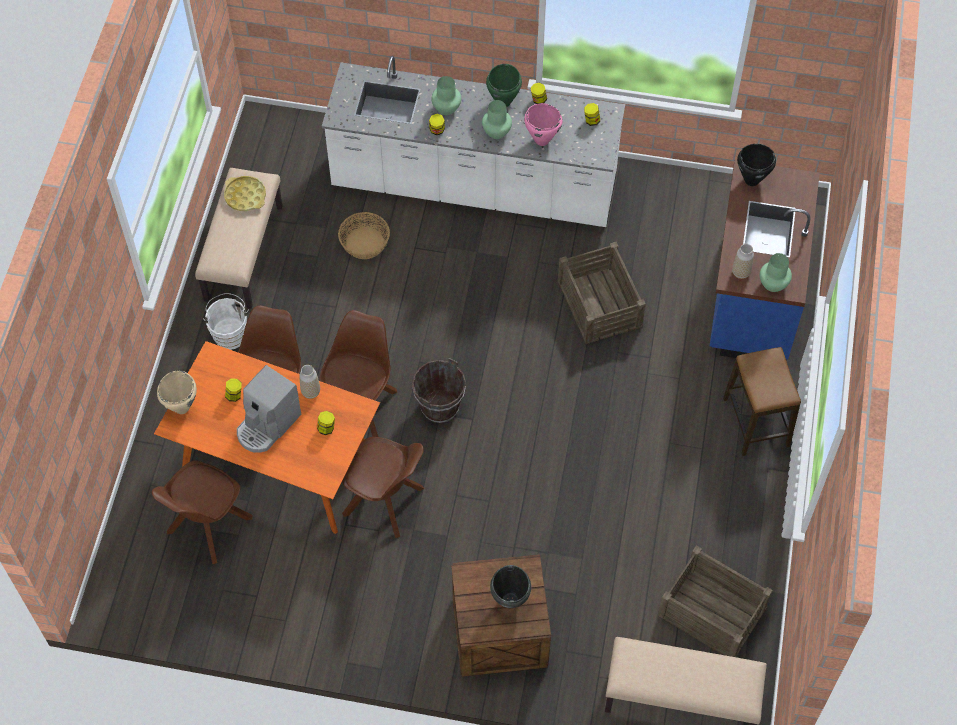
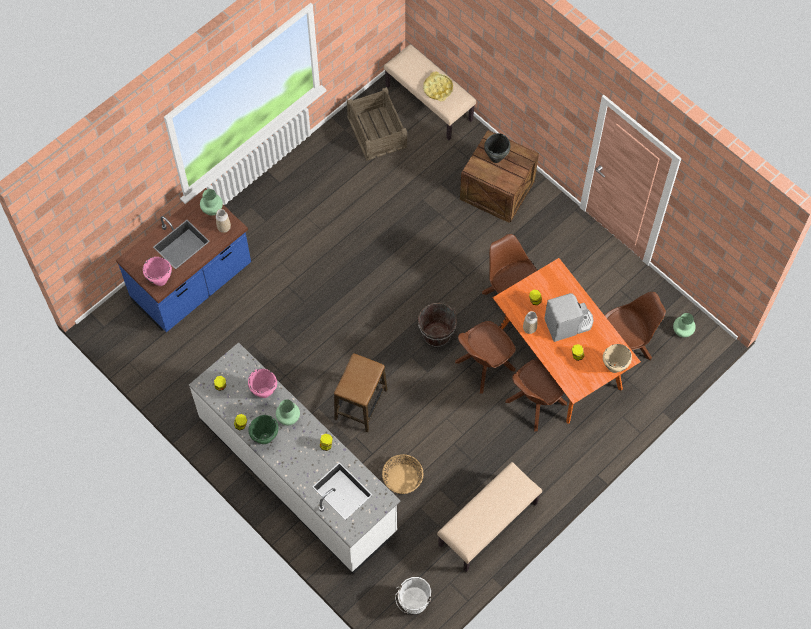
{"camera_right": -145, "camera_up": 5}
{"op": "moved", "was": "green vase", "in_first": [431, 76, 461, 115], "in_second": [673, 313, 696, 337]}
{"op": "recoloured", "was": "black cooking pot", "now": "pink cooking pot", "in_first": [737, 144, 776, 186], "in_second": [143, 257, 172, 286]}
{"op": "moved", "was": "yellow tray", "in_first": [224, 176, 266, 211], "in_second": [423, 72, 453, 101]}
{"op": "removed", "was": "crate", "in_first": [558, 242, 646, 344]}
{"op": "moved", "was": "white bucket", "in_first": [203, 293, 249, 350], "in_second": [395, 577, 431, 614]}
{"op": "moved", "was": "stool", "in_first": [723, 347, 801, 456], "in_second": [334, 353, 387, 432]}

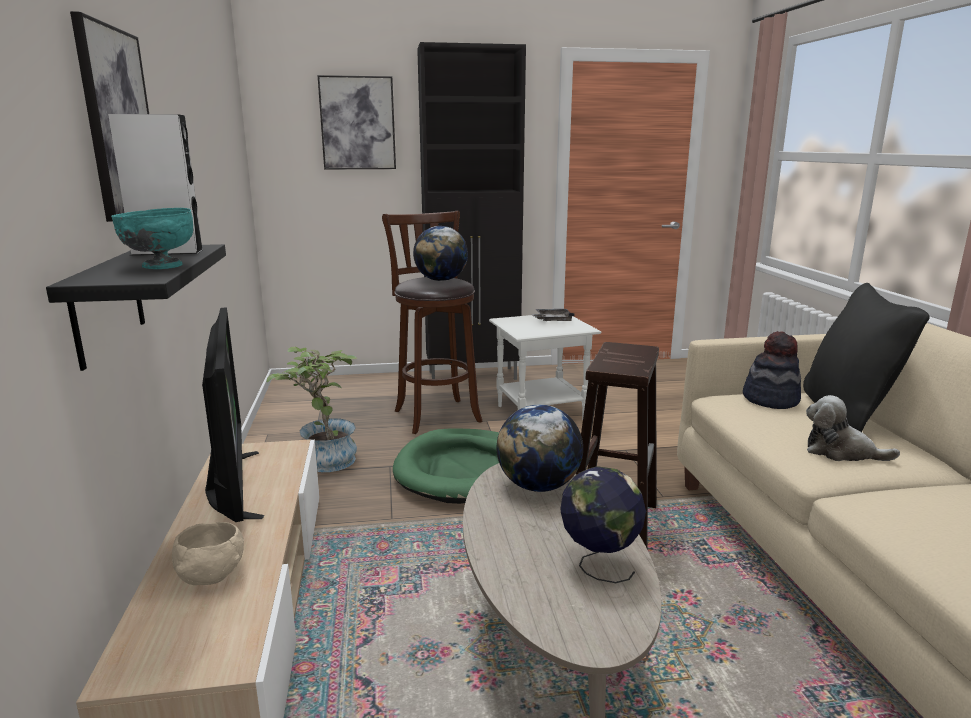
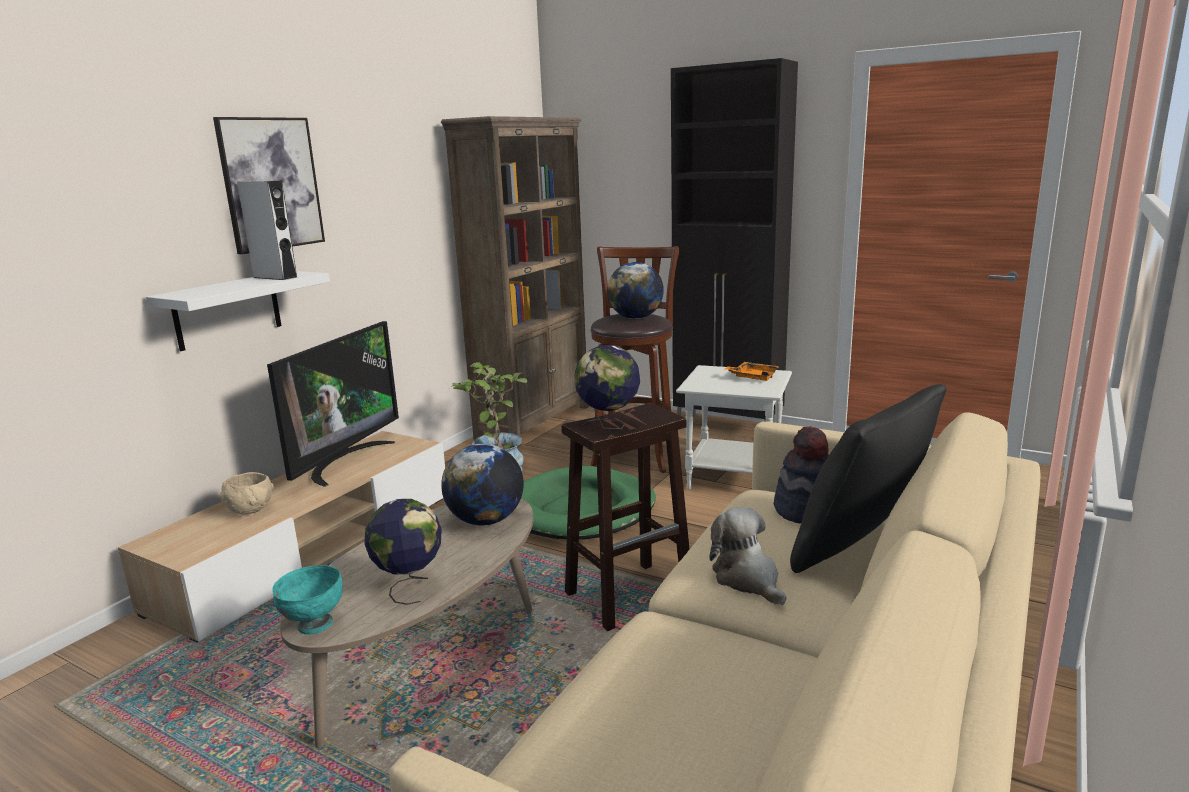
{"camera_right": 40, "camera_up": 0}
{"op": "removed", "was": "picture", "in_first": [317, 75, 396, 170]}
{"op": "moved", "was": "turquoise bowl", "in_first": [111, 208, 193, 269], "in_second": [272, 565, 343, 635]}
{"op": "recoloured", "was": "black shelf", "now": "white shelf", "in_first": [46, 244, 226, 371], "in_second": [146, 271, 330, 351]}
{"op": "recoloured", "was": "grey tray", "now": "orange tray", "in_first": [531, 309, 574, 321], "in_second": [725, 362, 780, 381]}
{"op": "added", "now": "brown bookcase", "in_second": [441, 116, 589, 448]}
{"op": "added", "now": "globe", "in_second": [574, 345, 640, 429]}

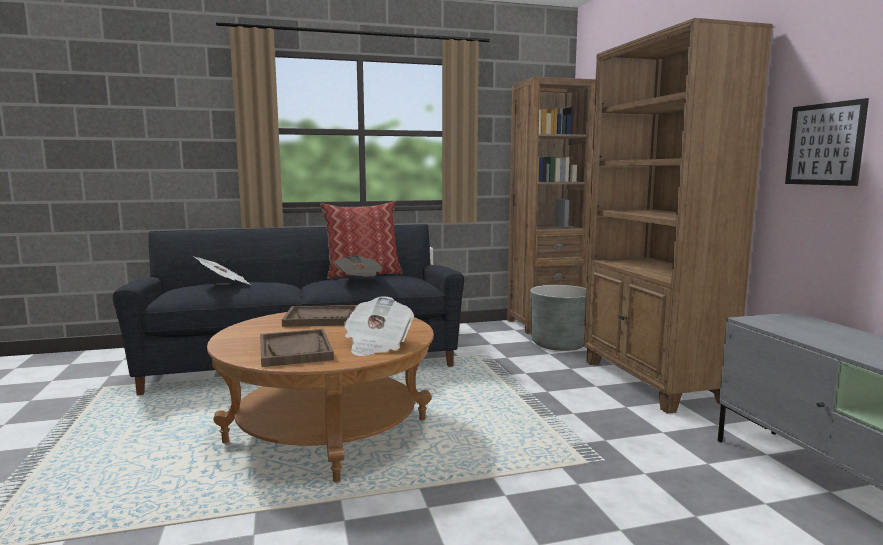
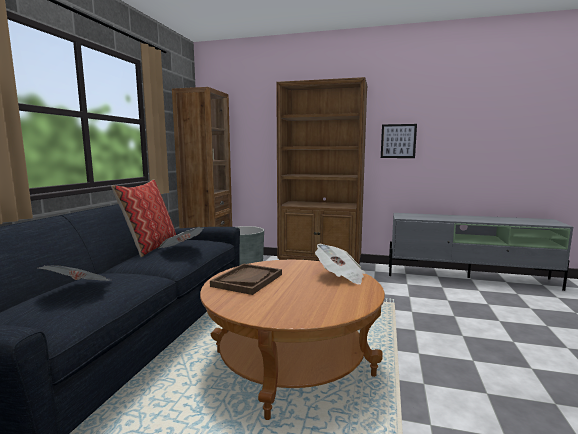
{"camera_right": -60, "camera_up": 0}
{"op": "removed", "was": "brown tray", "in_first": [260, 329, 334, 367]}

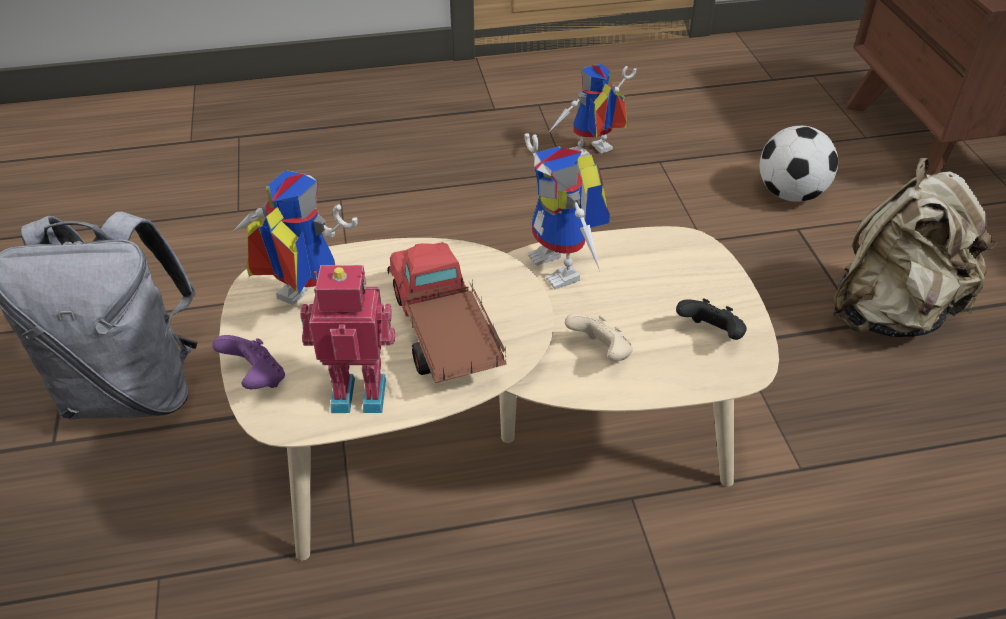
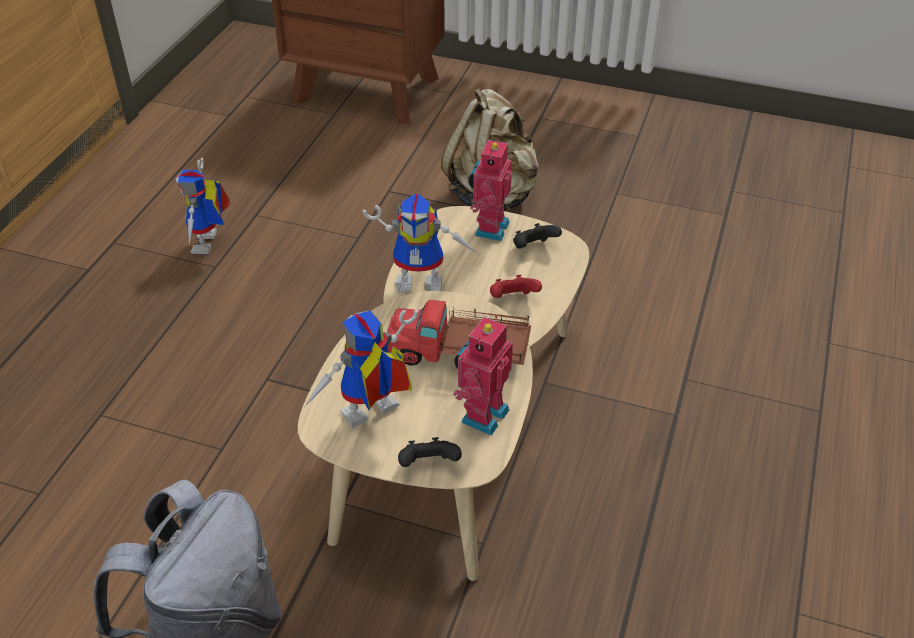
{"camera_right": -60, "camera_up": 0}
{"op": "removed", "was": "football", "in_first": [759, 126, 838, 202]}
{"op": "recoloured", "was": "beige game controller", "now": "red game controller", "in_first": [565, 313, 633, 361], "in_second": [490, 275, 542, 298]}
{"op": "recoloured", "was": "purple game controller", "now": "black game controller", "in_first": [212, 335, 285, 389], "in_second": [398, 437, 462, 467]}
{"op": "added", "now": "toy robot", "in_second": [468, 137, 512, 241]}

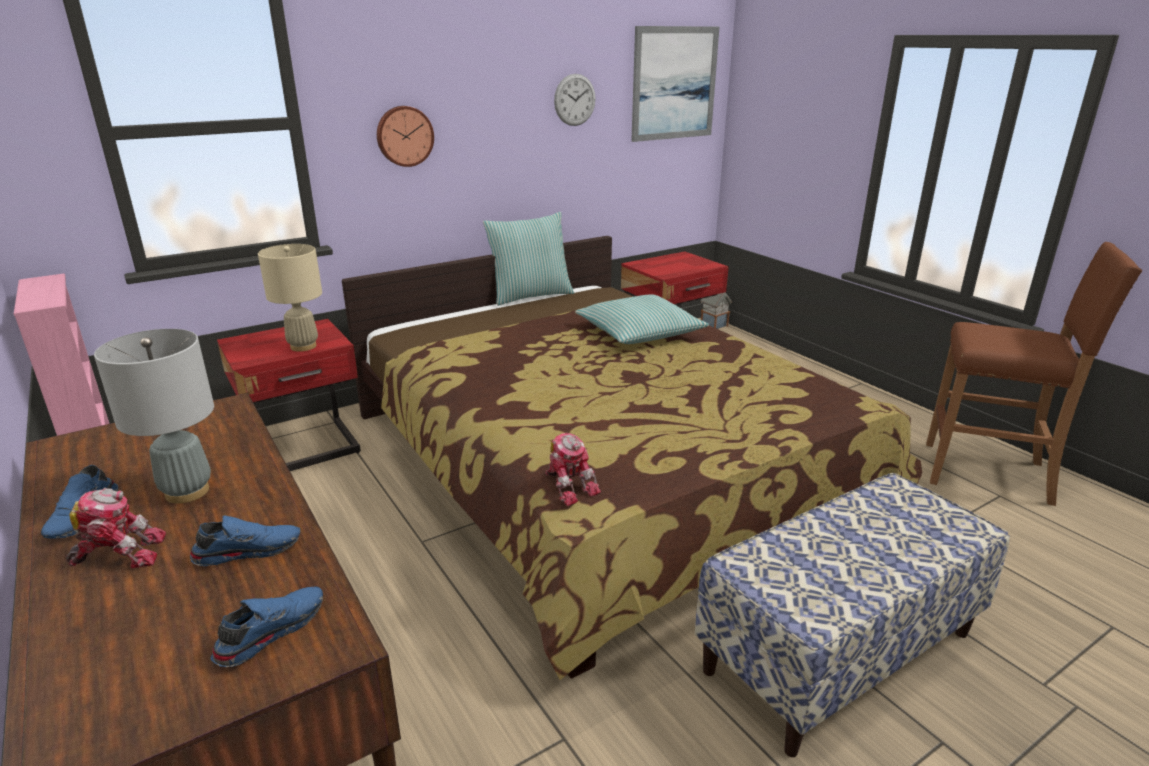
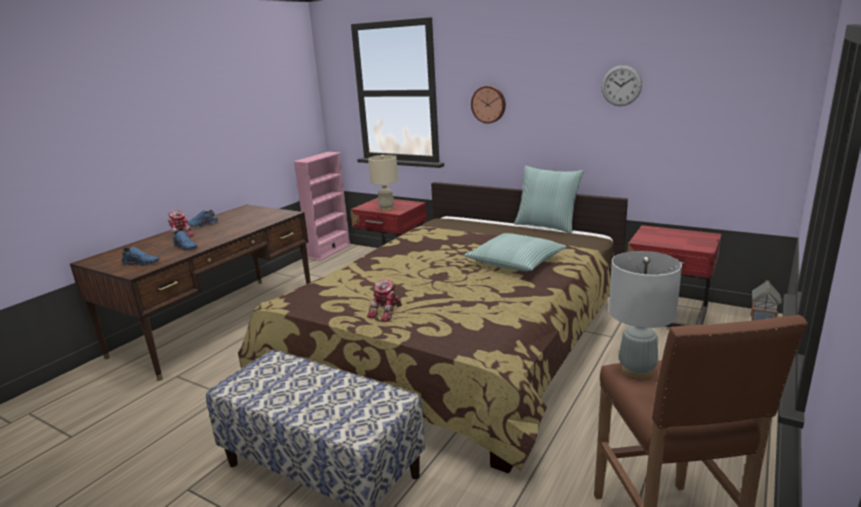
{"camera_right": 65, "camera_up": -5}
{"op": "removed", "was": "picture", "in_first": [631, 26, 719, 142]}
{"op": "moved", "was": "grey table lamp", "in_first": [94, 329, 214, 504], "in_second": [609, 251, 682, 379]}
{"op": "moved", "was": "toy robot", "in_first": [545, 433, 601, 506], "in_second": [367, 279, 402, 322]}

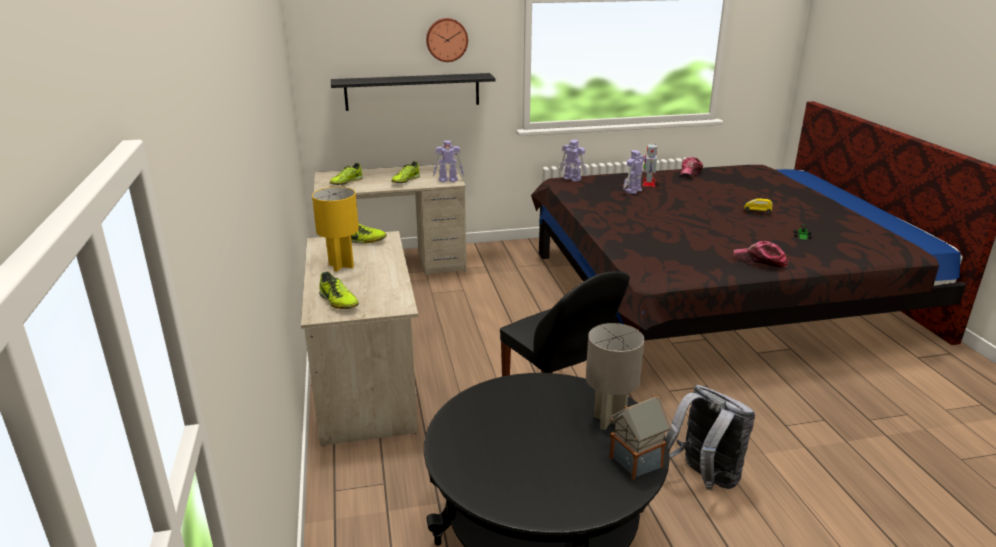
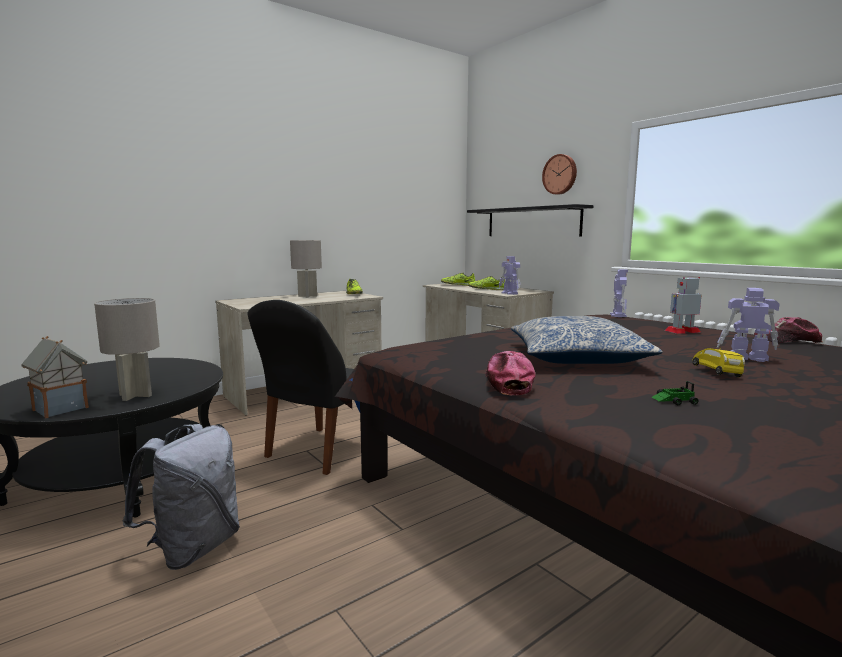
{"camera_right": 65, "camera_up": -15}
{"op": "moved", "was": "toy robot", "in_first": [623, 150, 644, 194], "in_second": [717, 288, 779, 362]}
{"op": "recoloured", "was": "yellow table lamp", "now": "grey table lamp", "in_first": [312, 187, 359, 272], "in_second": [290, 240, 322, 298]}
{"op": "removed", "was": "shoe", "in_first": [319, 271, 359, 309]}
{"op": "added", "now": "pillow", "in_second": [511, 316, 663, 364]}

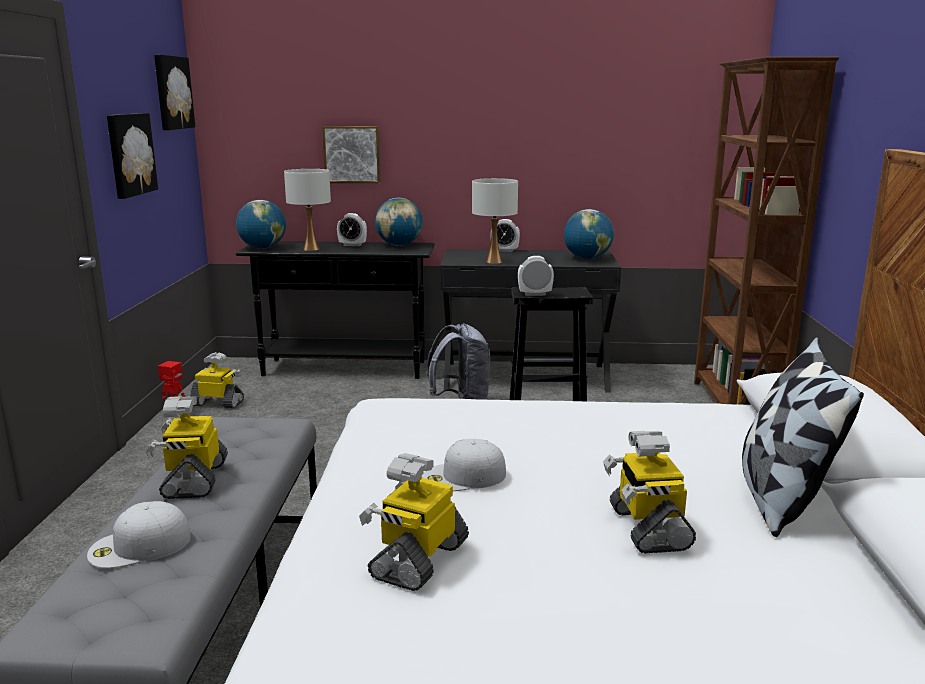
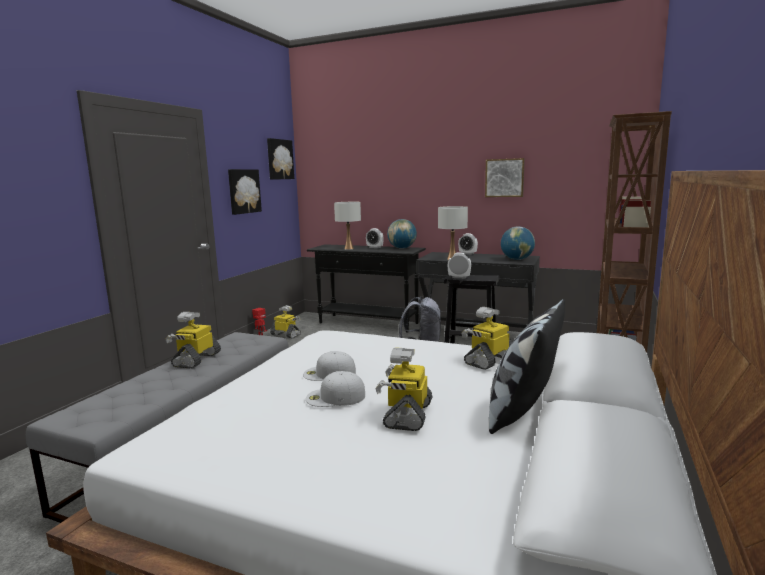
{"camera_right": 20, "camera_up": -5}
{"op": "moved", "was": "picture", "in_first": [322, 126, 381, 183], "in_second": [485, 158, 525, 197]}
{"op": "removed", "was": "globe", "in_first": [236, 200, 286, 249]}
{"op": "moved", "was": "toy robot", "in_first": [359, 453, 469, 591], "in_second": [462, 307, 512, 370]}
{"op": "moved", "was": "white cap", "in_first": [87, 501, 190, 568], "in_second": [306, 371, 365, 407]}

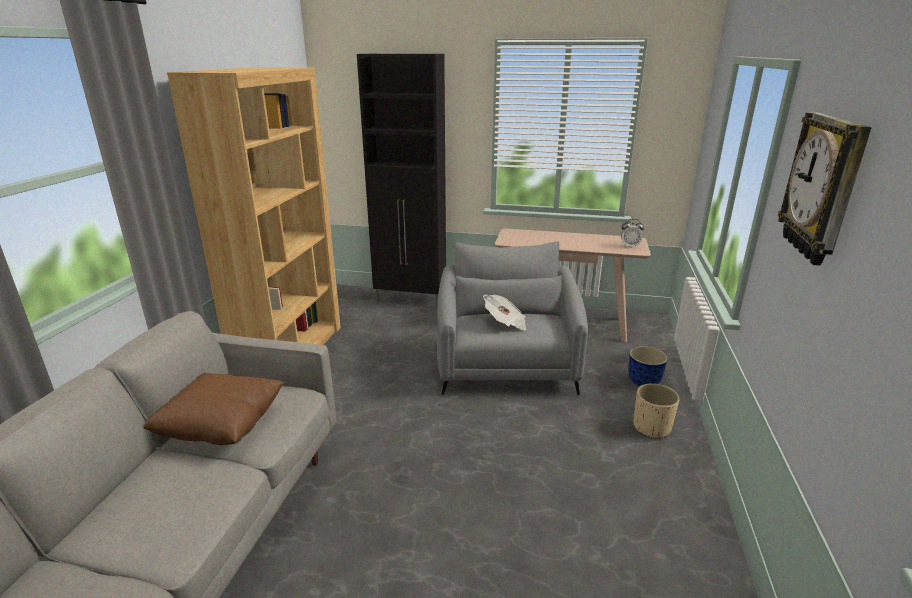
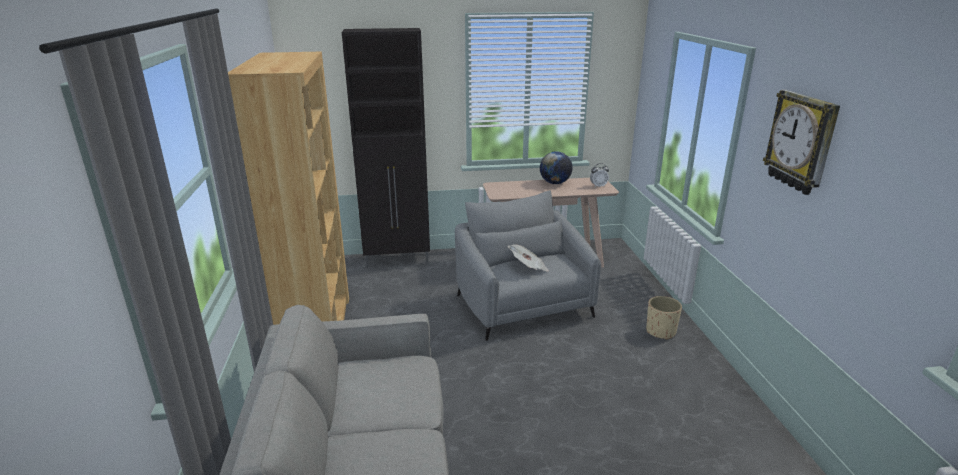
{"camera_right": -20, "camera_up": 0}
{"op": "removed", "was": "planter", "in_first": [628, 346, 668, 386]}
{"op": "removed", "was": "brown pillow", "in_first": [143, 373, 284, 445]}
{"op": "added", "now": "globe", "in_second": [540, 151, 572, 184]}

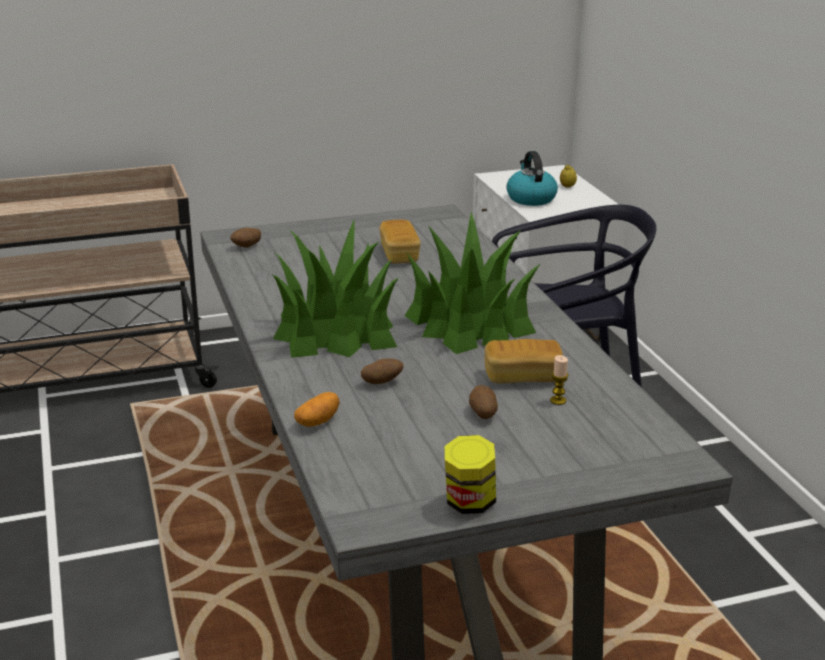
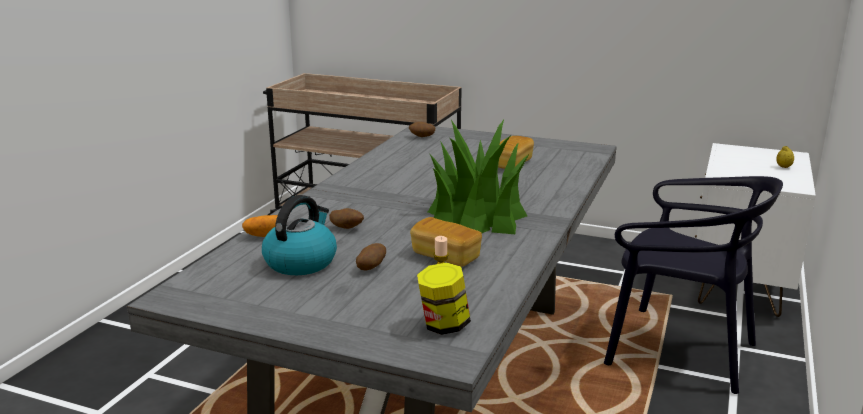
{"camera_right": 40, "camera_up": -5}
{"op": "moved", "was": "kettle", "in_first": [506, 151, 558, 206], "in_second": [262, 195, 337, 275]}
{"op": "removed", "was": "potted plant", "in_first": [272, 221, 400, 358]}
{"op": "moved", "was": "jar", "in_first": [444, 435, 496, 514], "in_second": [417, 262, 471, 335]}

